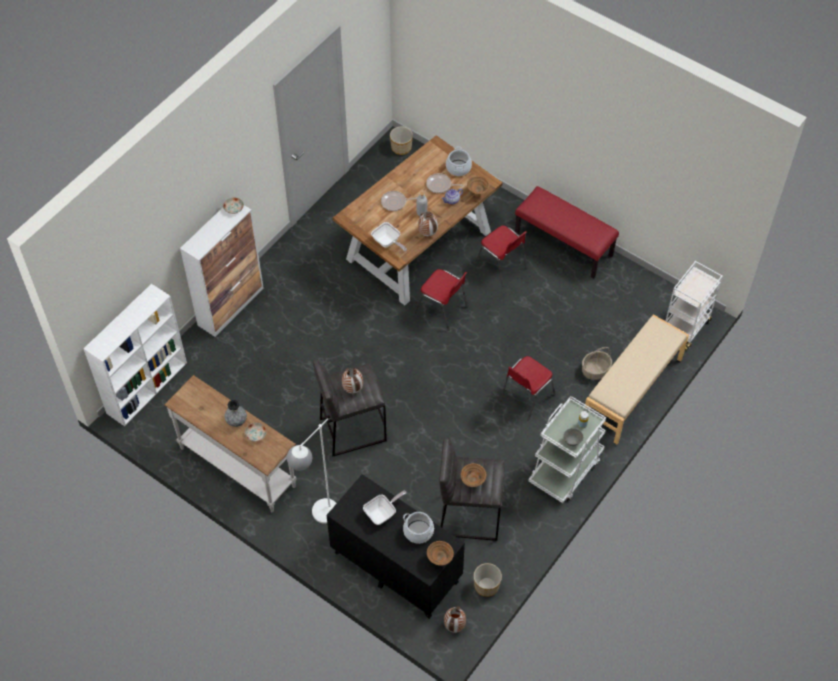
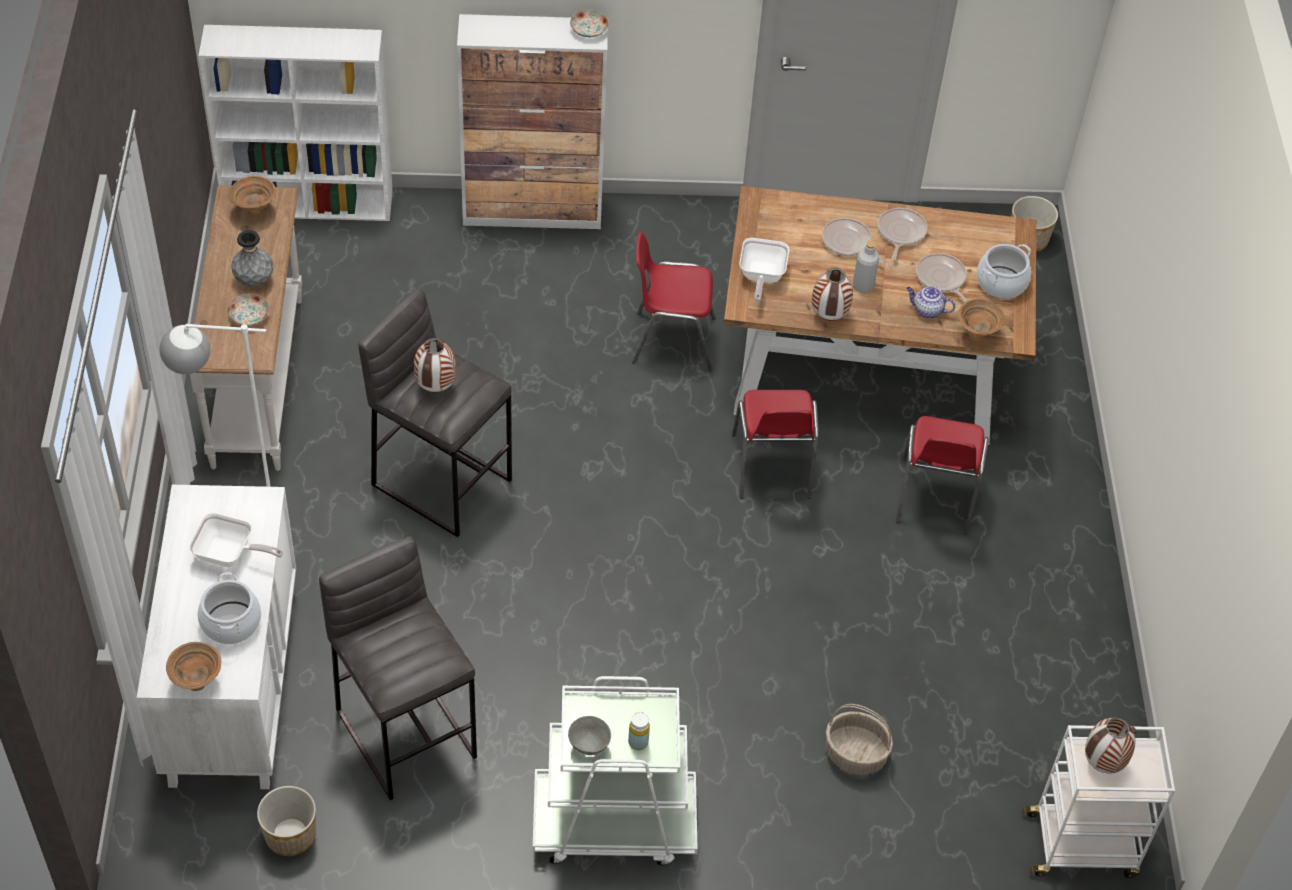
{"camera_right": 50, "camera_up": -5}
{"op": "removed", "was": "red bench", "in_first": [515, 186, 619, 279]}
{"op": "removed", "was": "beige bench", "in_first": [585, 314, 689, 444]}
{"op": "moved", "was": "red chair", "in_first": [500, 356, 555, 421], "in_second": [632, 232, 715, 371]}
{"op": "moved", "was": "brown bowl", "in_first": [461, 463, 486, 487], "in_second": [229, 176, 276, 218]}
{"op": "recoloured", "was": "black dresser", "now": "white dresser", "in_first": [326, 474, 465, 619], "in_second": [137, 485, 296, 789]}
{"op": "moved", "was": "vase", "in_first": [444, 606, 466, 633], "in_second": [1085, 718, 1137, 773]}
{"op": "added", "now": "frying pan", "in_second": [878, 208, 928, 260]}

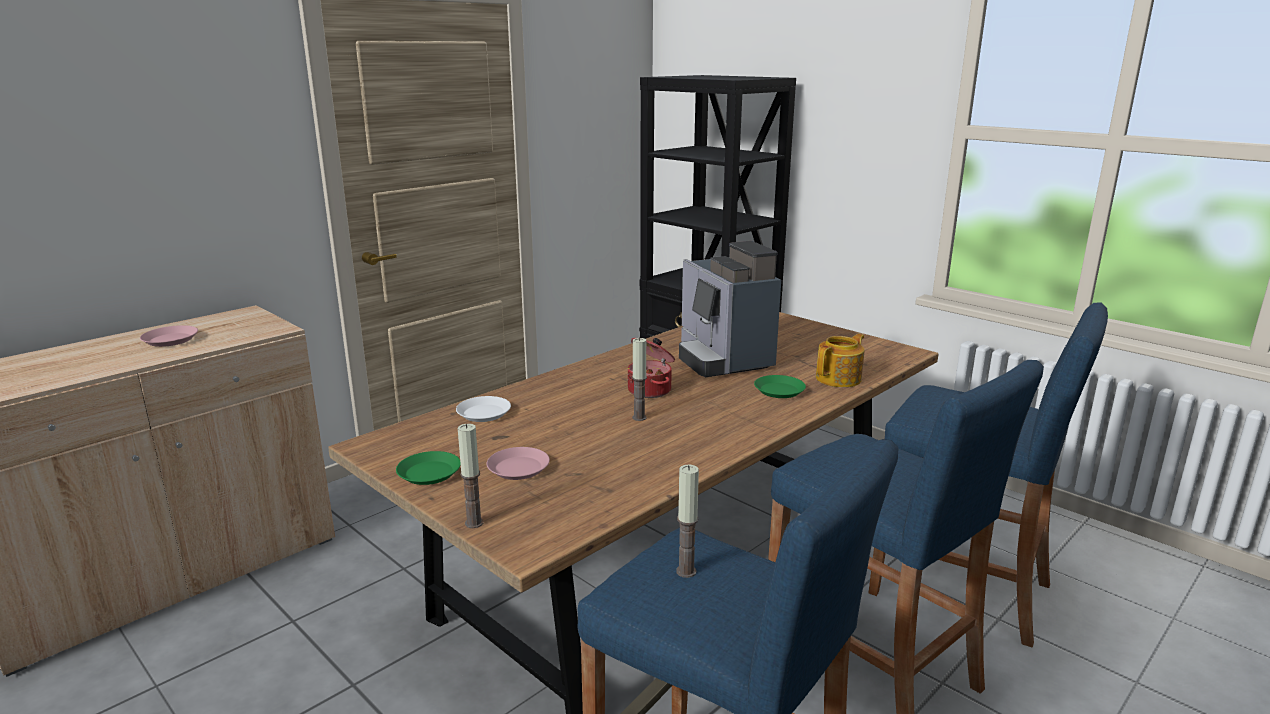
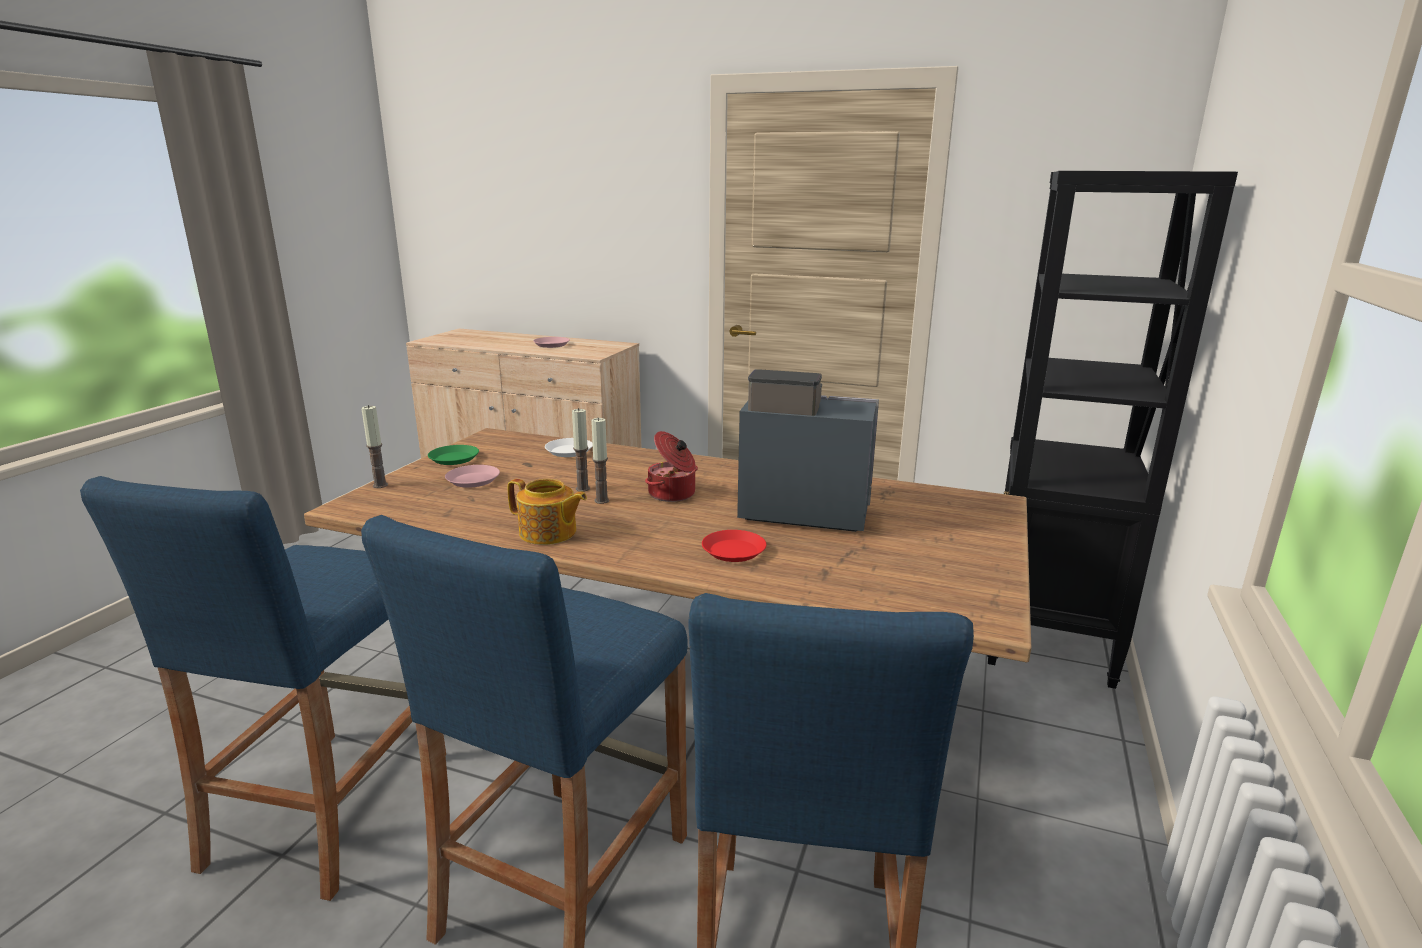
{"camera_right": 65, "camera_up": 0}
{"op": "turned", "was": "coffee machine", "in_first": [679, 241, 781, 377], "in_second": [737, 369, 879, 532], "clockwise": 60}
{"op": "moved", "was": "teapot", "in_first": [816, 334, 865, 387], "in_second": [507, 479, 587, 545]}
{"op": "recoloured", "was": "green plate", "now": "red plate", "in_first": [754, 375, 806, 398], "in_second": [702, 530, 766, 562]}
{"op": "moved", "was": "candle", "in_first": [676, 465, 699, 578], "in_second": [572, 408, 590, 492]}

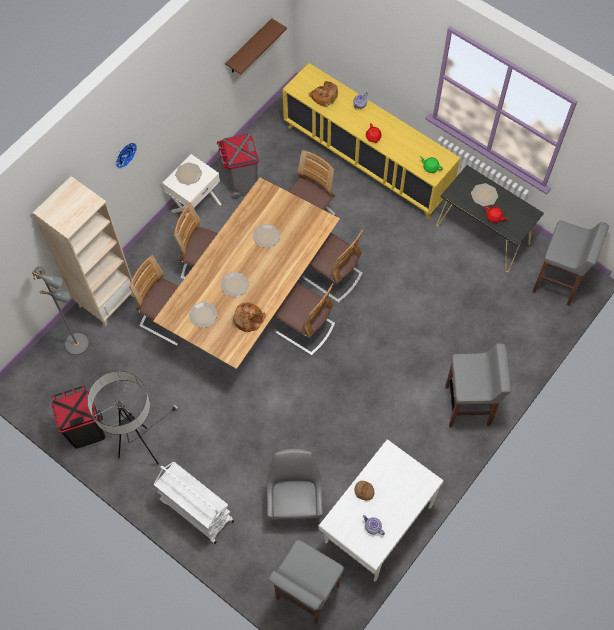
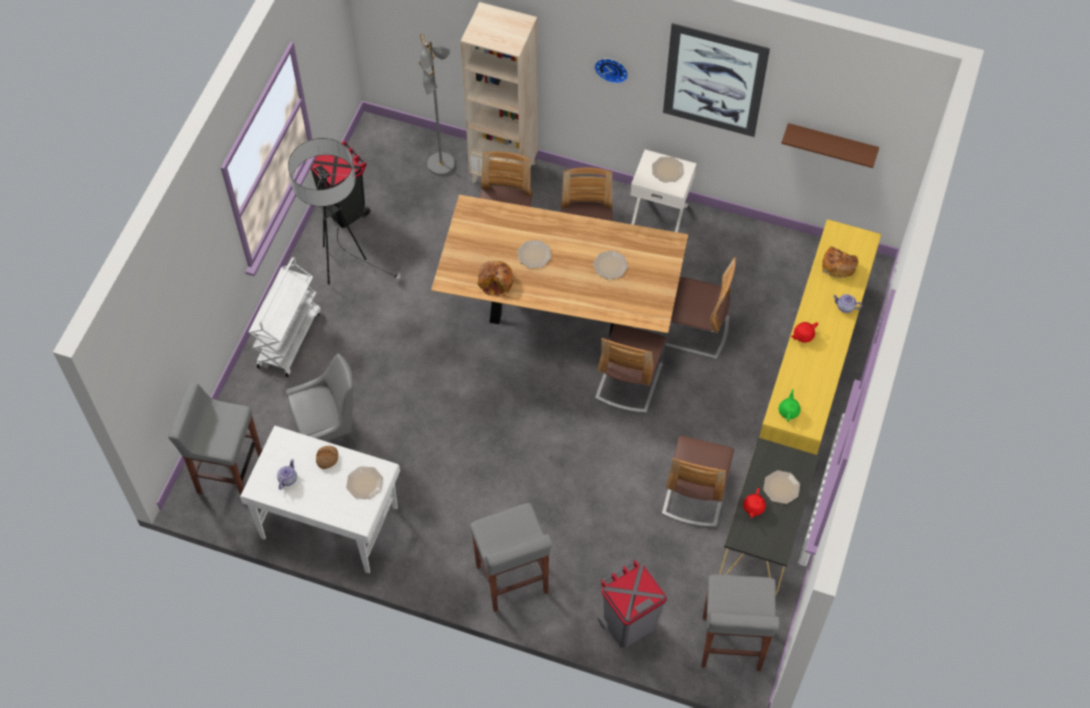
{"camera_right": 70, "camera_up": -5}
{"op": "moved", "was": "grey trash can", "in_first": [217, 134, 259, 199], "in_second": [598, 560, 667, 648]}
{"op": "moved", "was": "chair", "in_first": [271, 283, 335, 355], "in_second": [662, 436, 734, 527]}
{"op": "moved", "was": "plate", "in_first": [189, 302, 218, 328], "in_second": [346, 466, 383, 499]}
{"op": "added", "now": "picture", "in_second": [663, 23, 770, 137]}

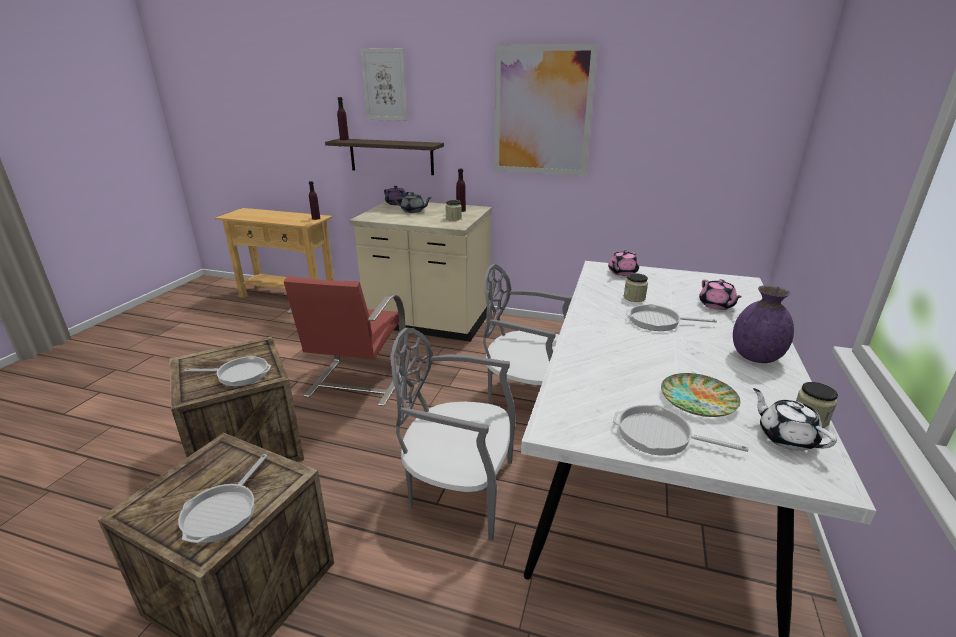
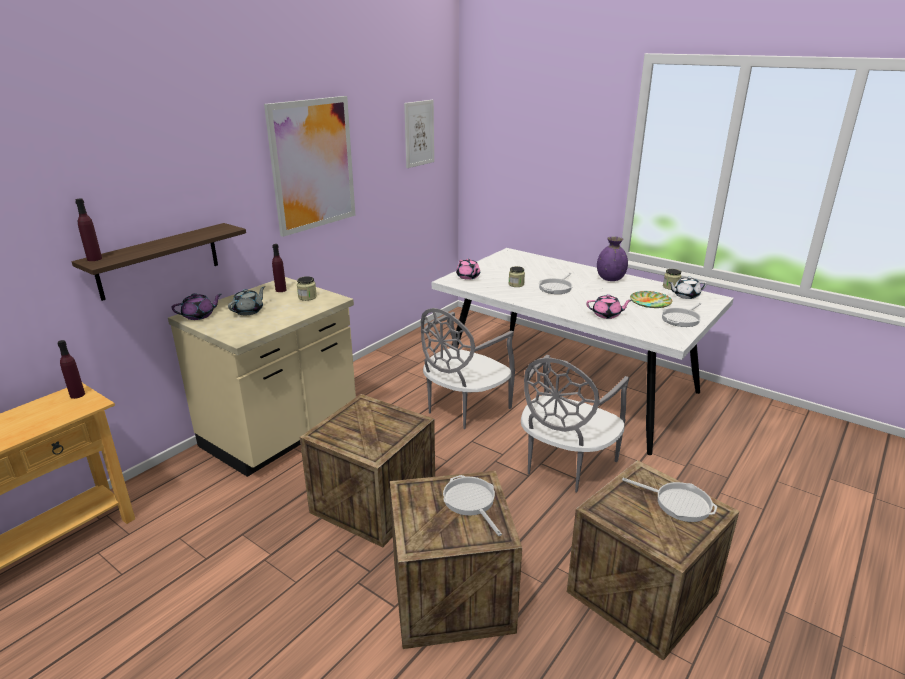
{"camera_right": -70, "camera_up": 0}
{"op": "moved", "was": "picture", "in_first": [360, 48, 408, 121], "in_second": [404, 100, 434, 168]}
{"op": "replaced", "was": "red chair", "now": "crate", "in_first": [284, 276, 406, 406], "in_second": [300, 394, 435, 548]}
{"op": "moved", "was": "pink teapot", "in_first": [699, 279, 742, 310], "in_second": [586, 294, 632, 319]}
{"op": "turned", "was": "frying pan", "in_first": [184, 356, 271, 386], "in_second": [443, 475, 502, 536], "clockwise": -45}

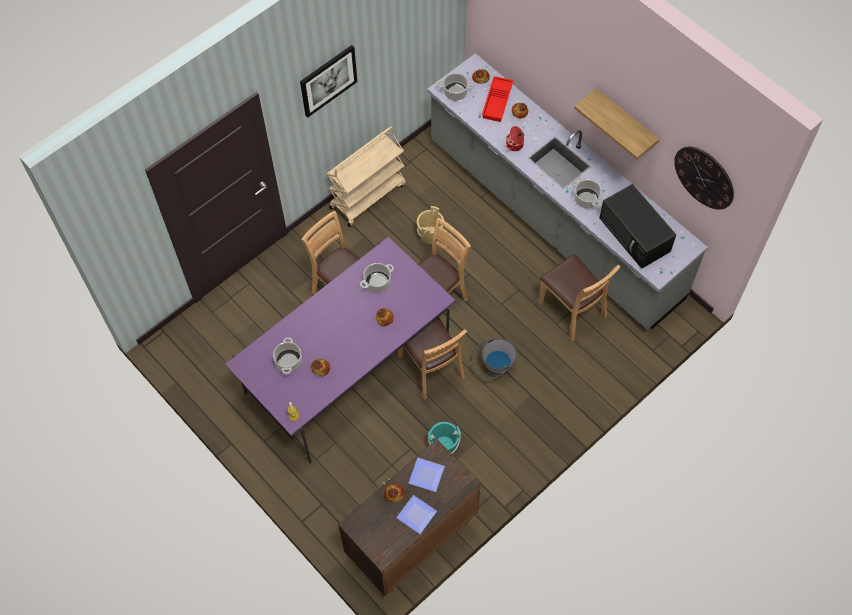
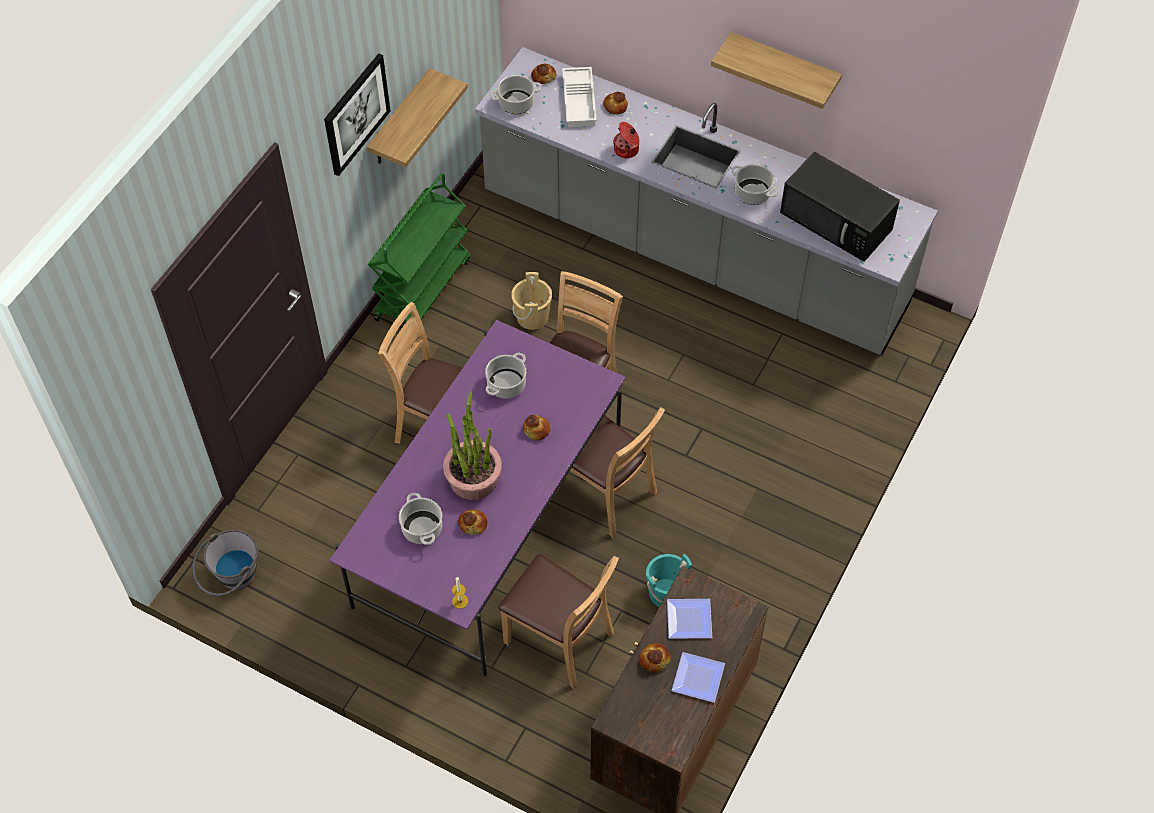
{"camera_right": -20, "camera_up": -5}
{"op": "recoloured", "was": "red tray", "now": "white tray", "in_first": [482, 76, 514, 122], "in_second": [562, 67, 597, 127]}
{"op": "recoloured", "was": "beige cart", "now": "green cart", "in_first": [327, 126, 406, 227], "in_second": [368, 173, 471, 323]}
{"op": "removed", "was": "wall clock", "in_first": [674, 147, 734, 210]}
{"op": "moved", "was": "brown chair", "in_first": [538, 254, 621, 341], "in_second": [498, 554, 619, 689]}
{"op": "moved", "was": "grey bucket", "in_first": [472, 338, 517, 379], "in_second": [192, 529, 258, 596]}
{"op": "added", "now": "shelf", "in_second": [367, 68, 468, 167]}
{"op": "added", "now": "potted plant", "in_second": [443, 391, 502, 500]}

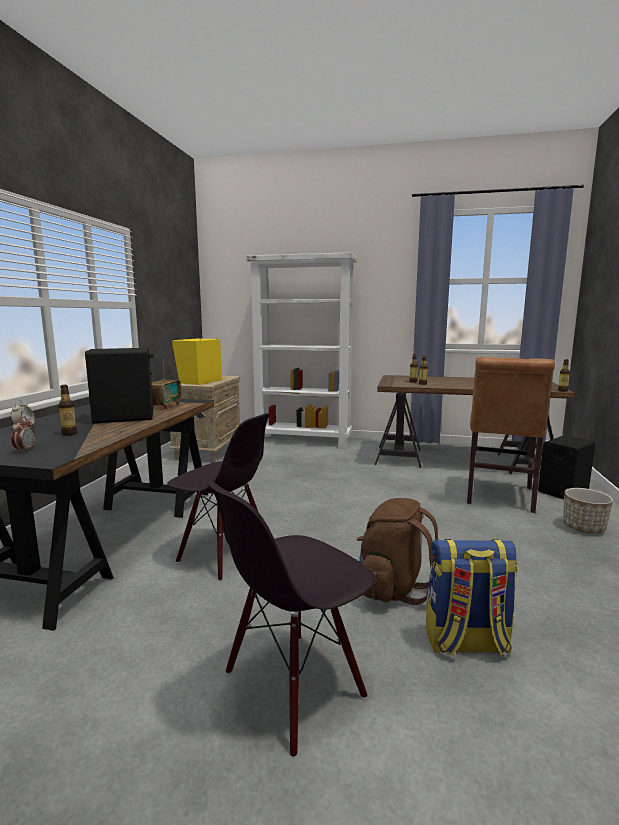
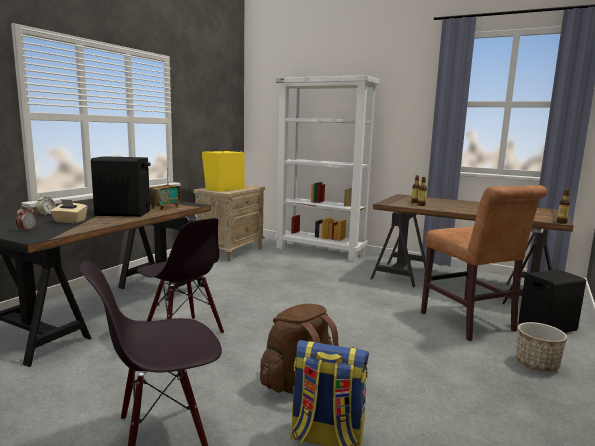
{"camera_right": 15, "camera_up": 0}
{"op": "turned", "was": "brown chair", "in_first": [467, 357, 555, 513], "in_second": [421, 185, 547, 341], "clockwise": -60}
{"op": "replaced", "was": "bottle", "now": "beige tissue box", "in_first": [58, 385, 77, 436], "in_second": [50, 199, 88, 223]}

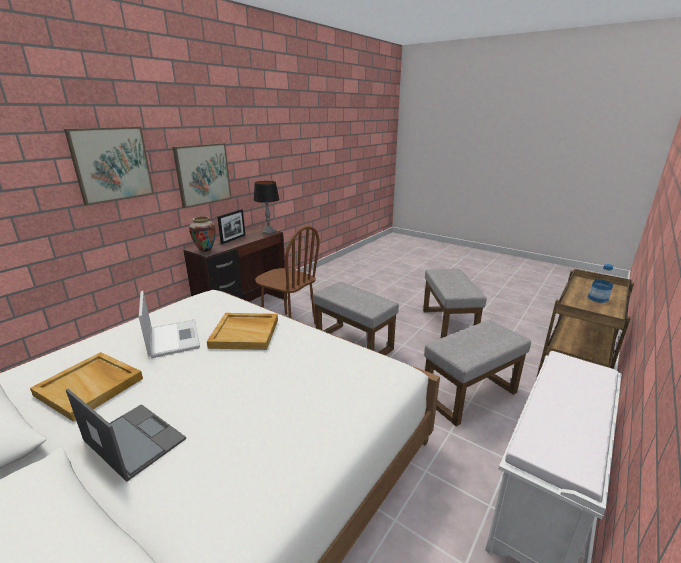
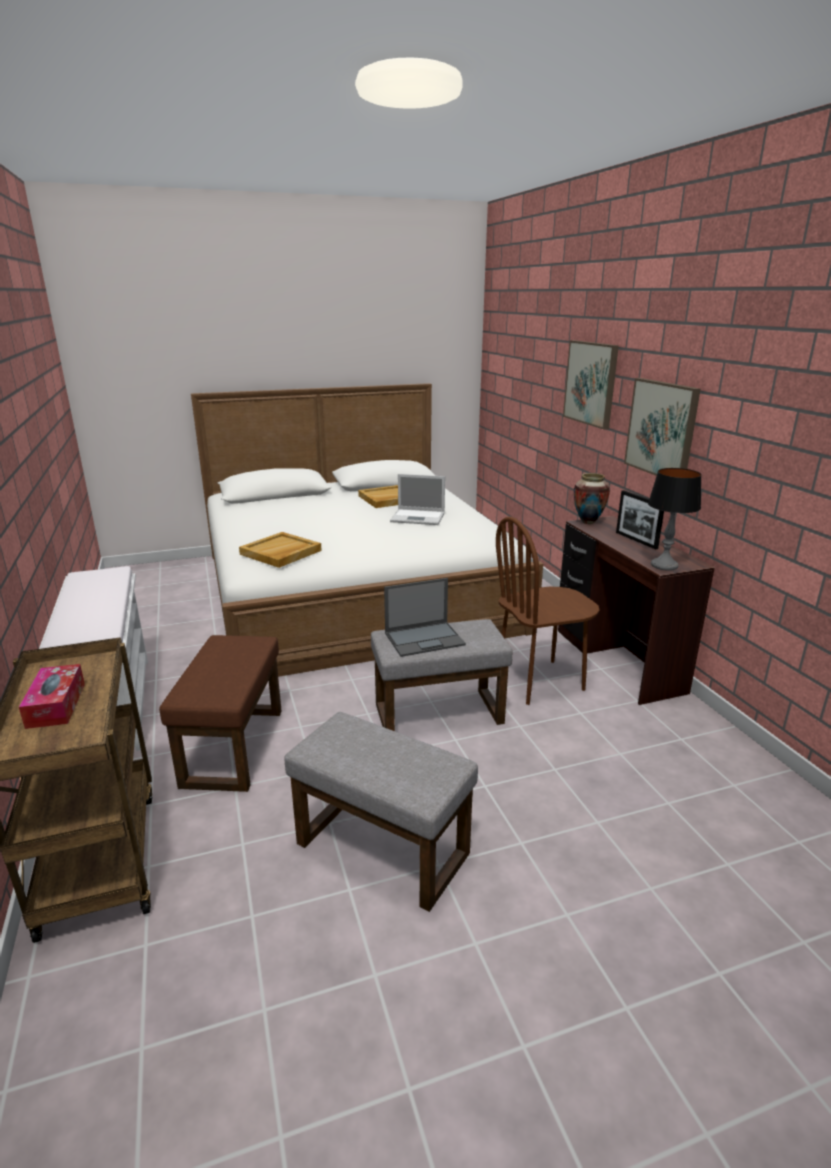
{"camera_right": 125, "camera_up": 0}
{"op": "replaced", "was": "bottle", "now": "tissue box", "in_first": [588, 264, 613, 303], "in_second": [19, 664, 85, 729]}
{"op": "moved", "was": "beige tray", "in_first": [207, 313, 278, 350], "in_second": [239, 532, 322, 568]}
{"op": "recoloured", "was": "grey ottoman", "now": "brown ottoman", "in_first": [424, 320, 531, 426], "in_second": [159, 635, 282, 792]}
{"op": "moved", "was": "laptop", "in_first": [66, 389, 186, 482], "in_second": [384, 578, 466, 657]}

